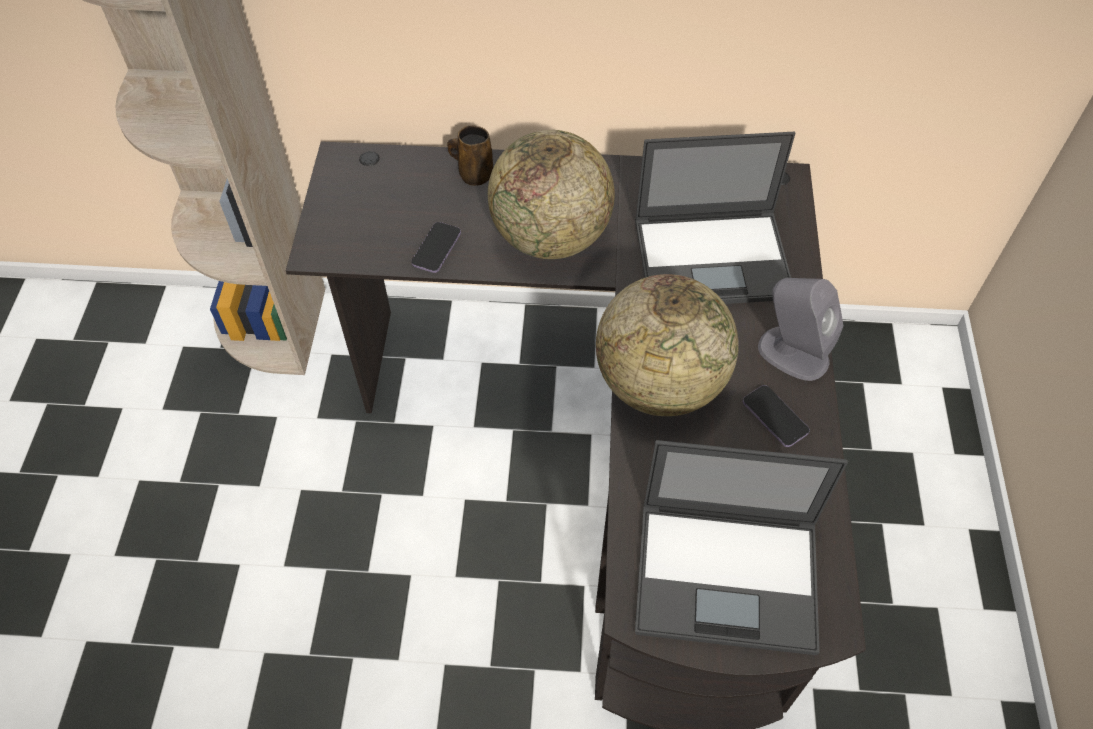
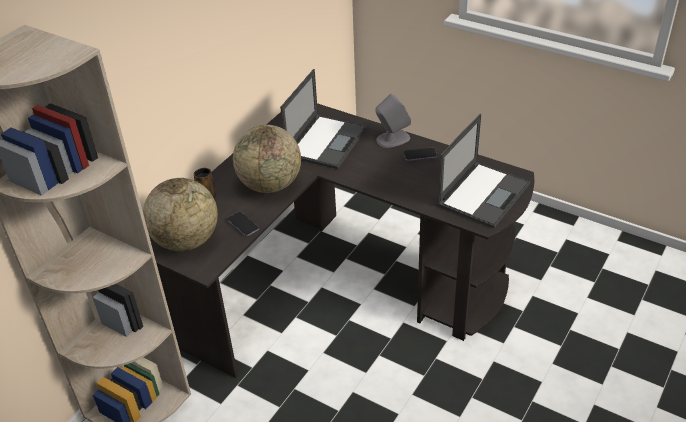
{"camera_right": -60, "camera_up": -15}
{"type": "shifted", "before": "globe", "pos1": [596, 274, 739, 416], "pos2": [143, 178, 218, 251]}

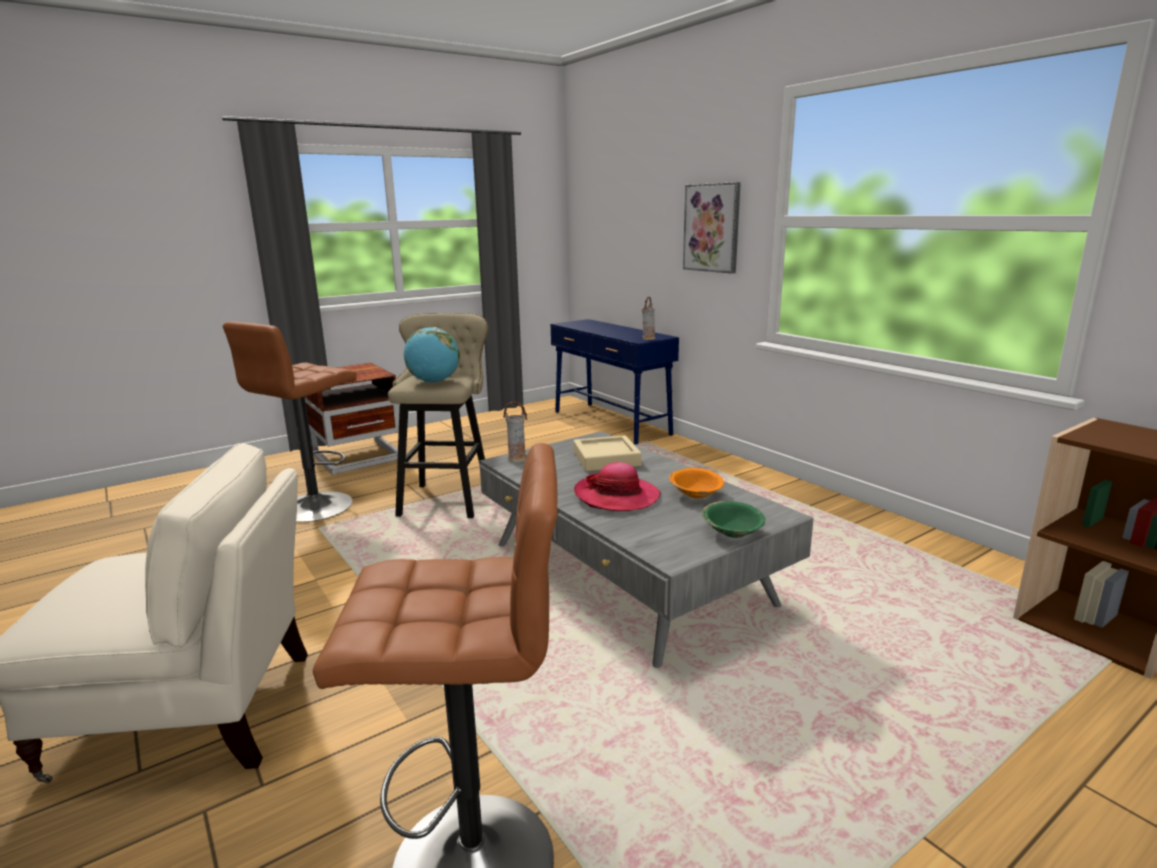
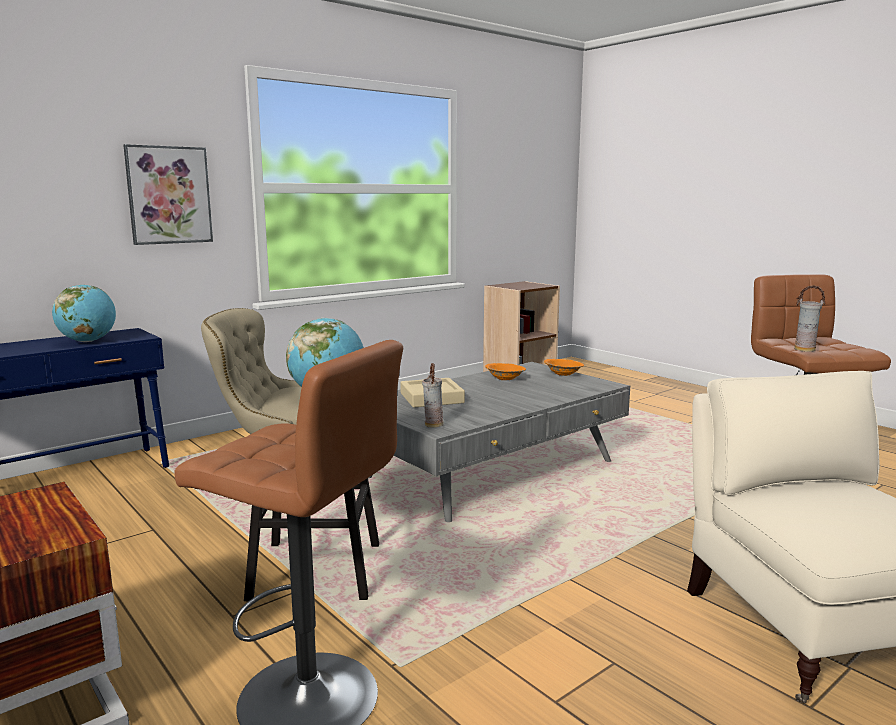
{"camera_right": -95, "camera_up": -5}
{"type": "gone", "before": "hat", "pos1": [574, 462, 661, 511]}
{"type": "new", "after": "globe", "pos2": [52, 284, 116, 342]}
{"type": "shifted", "before": "vase", "pos1": [642, 296, 655, 340], "pos2": [794, 285, 825, 352]}
{"type": "repainted", "before": "green bowl", "after": "orange bowl", "pos1": [702, 501, 765, 538], "pos2": [544, 359, 584, 376]}

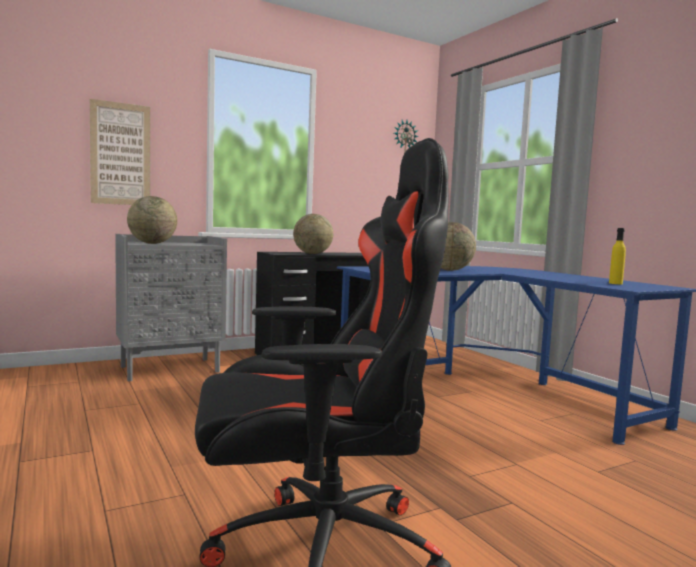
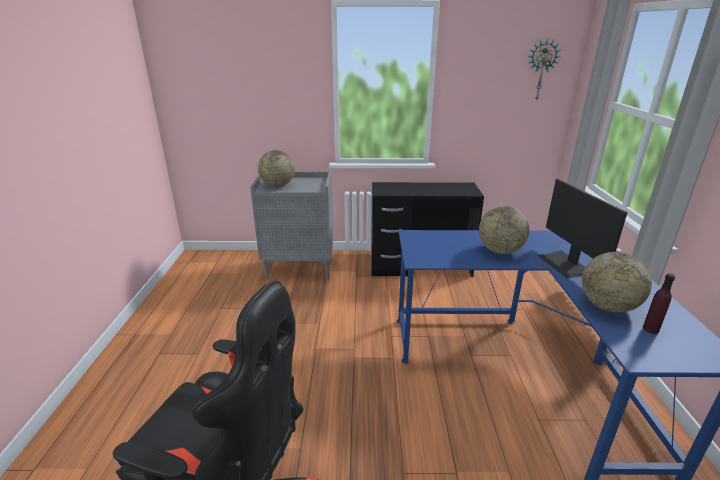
{"camera_right": 30, "camera_up": 20}
{"type": "gone", "before": "picture", "pos1": [90, 99, 150, 205]}
{"type": "new", "after": "monitor", "pos2": [537, 179, 628, 279]}
{"type": "shifted", "before": "globe", "pos1": [293, 214, 333, 254], "pos2": [582, 252, 652, 313]}
{"type": "repainted", "before": "yellow bottle", "after": "purple bottle", "pos1": [609, 228, 626, 284], "pos2": [643, 273, 675, 334]}

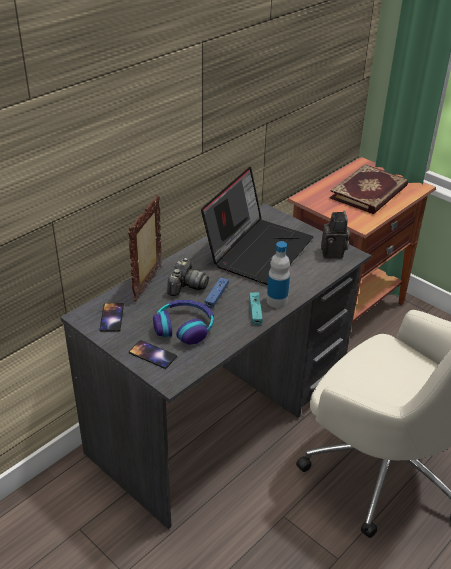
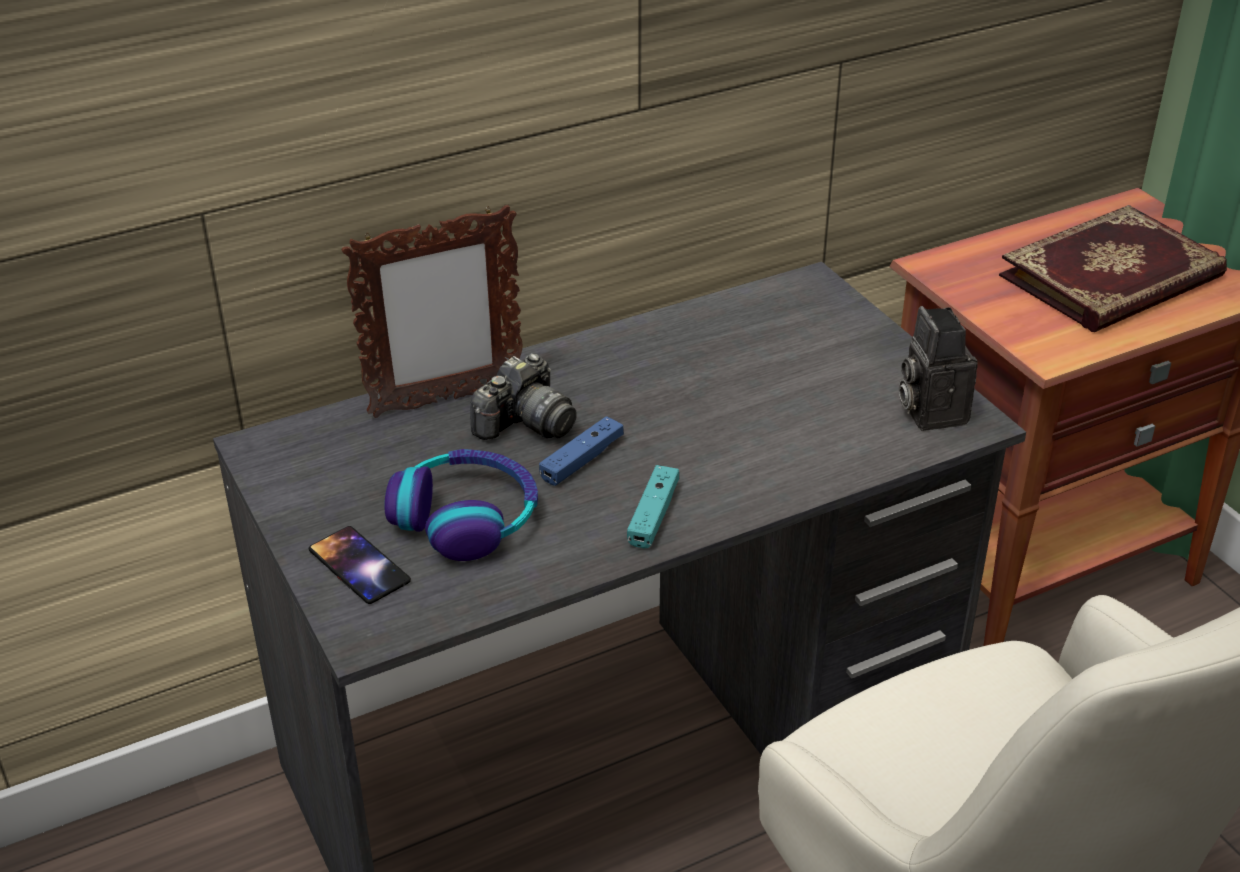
{"camera_right": 20, "camera_up": 0}
{"type": "gone", "before": "phone", "pos1": [100, 303, 124, 331]}
{"type": "gone", "before": "laptop", "pos1": [201, 167, 313, 285]}
{"type": "gone", "before": "bottle", "pos1": [267, 241, 290, 308]}
{"type": "rotated", "before": "picture frame", "pos1": [128, 195, 162, 302], "pos2": [342, 205, 522, 418], "turn": -150}
{"type": "rotated", "before": "photo camera", "pos1": [321, 211, 350, 259], "pos2": [899, 306, 978, 431], "turn": 150}

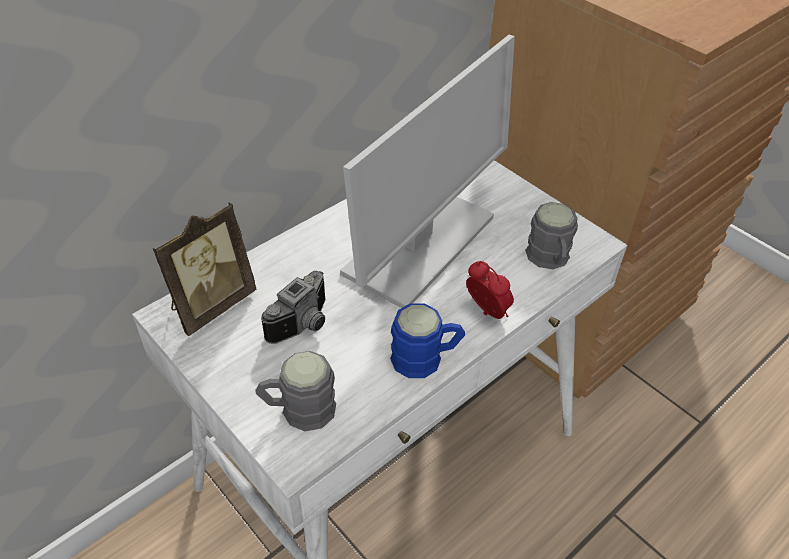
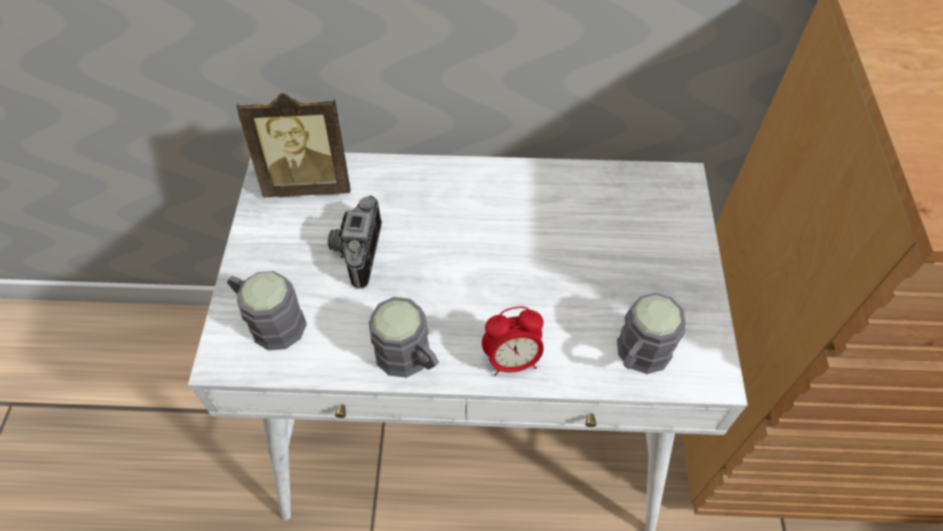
{"camera_right": 45, "camera_up": 10}
{"type": "gone", "before": "monitor", "pos1": [340, 35, 515, 308]}
{"type": "repainted", "before": "blue mug", "after": "grey mug", "pos1": [390, 303, 465, 378], "pos2": [369, 297, 439, 378]}
{"type": "rotated", "before": "photo camera", "pos1": [261, 271, 326, 344], "pos2": [328, 196, 382, 289], "turn": 105}
{"type": "rotated", "before": "alarm clock", "pos1": [466, 261, 514, 319], "pos2": [482, 306, 544, 376], "turn": 75}

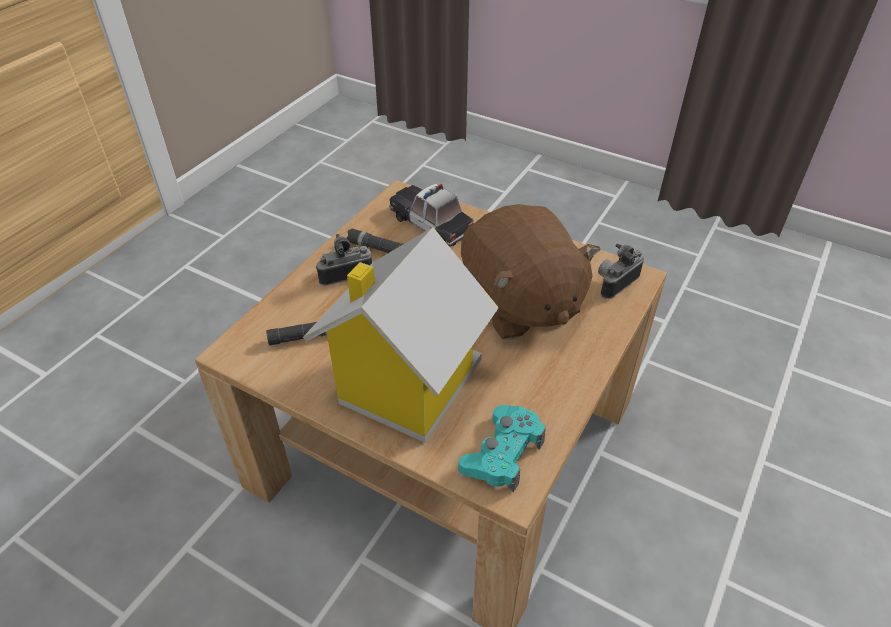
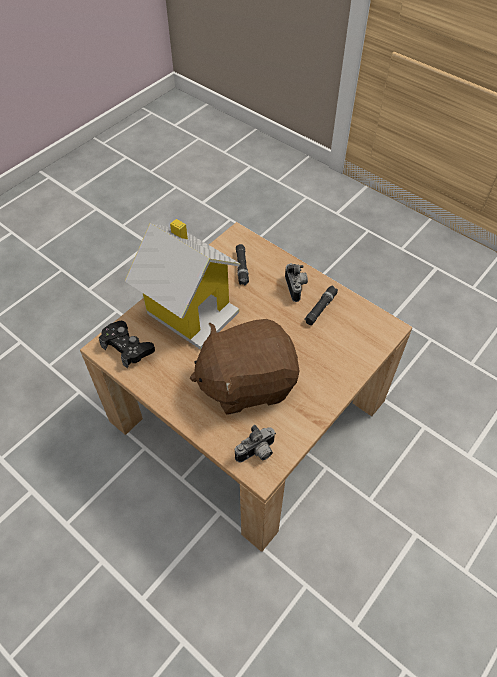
{"camera_right": 100, "camera_up": 10}
{"type": "gone", "before": "toy car", "pos1": [389, 184, 474, 247]}
{"type": "repainted", "before": "turquoise game controller", "after": "black game controller", "pos1": [458, 405, 546, 493], "pos2": [99, 320, 155, 368]}
{"type": "rotated", "before": "photo camera", "pos1": [598, 243, 644, 299], "pos2": [235, 425, 276, 463], "turn": 90}

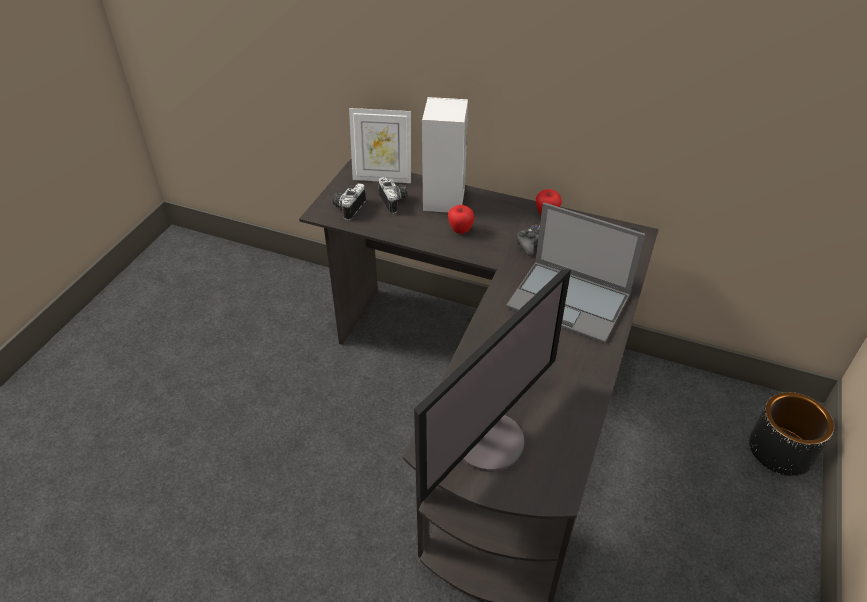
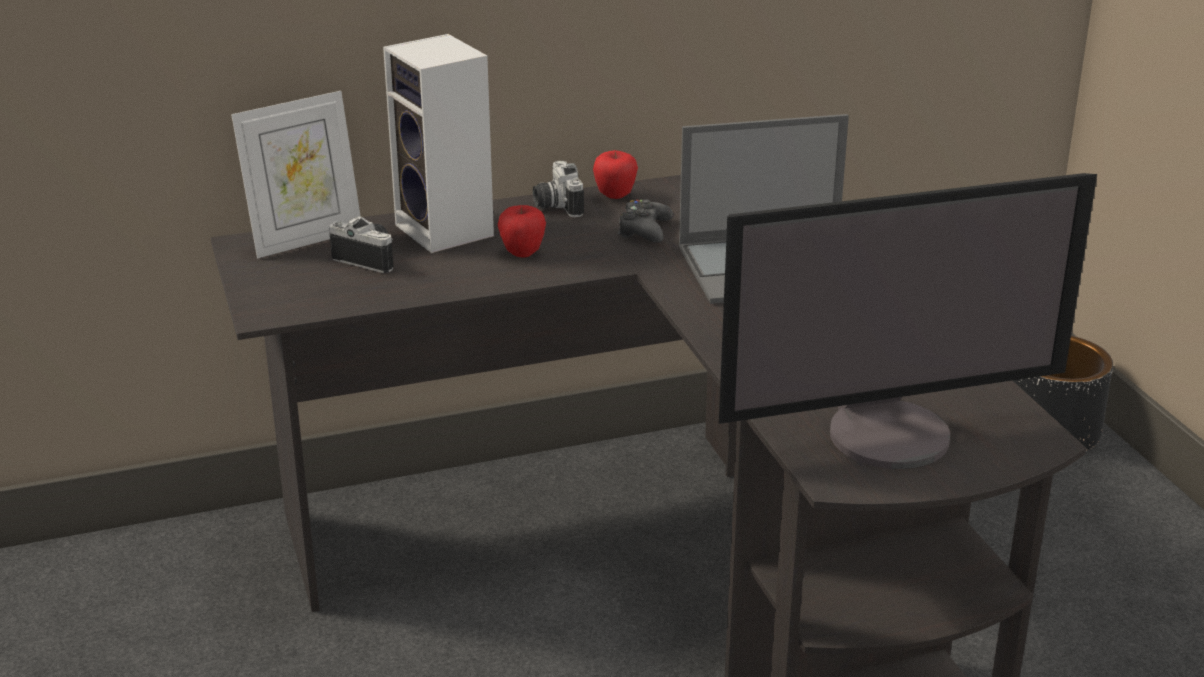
{"camera_right": -40, "camera_up": -15}
{"type": "shifted", "before": "photo camera", "pos1": [333, 183, 366, 220], "pos2": [533, 161, 584, 217]}
{"type": "rotated", "before": "monitor", "pos1": [414, 269, 571, 504], "pos2": [719, 173, 1097, 469], "turn": 75}

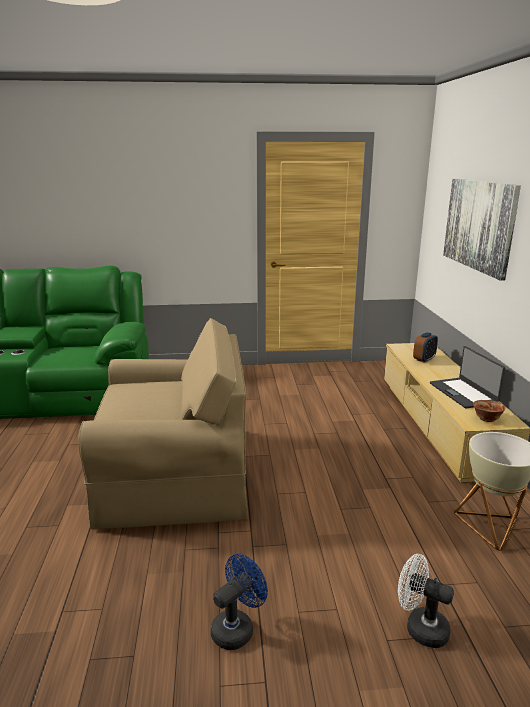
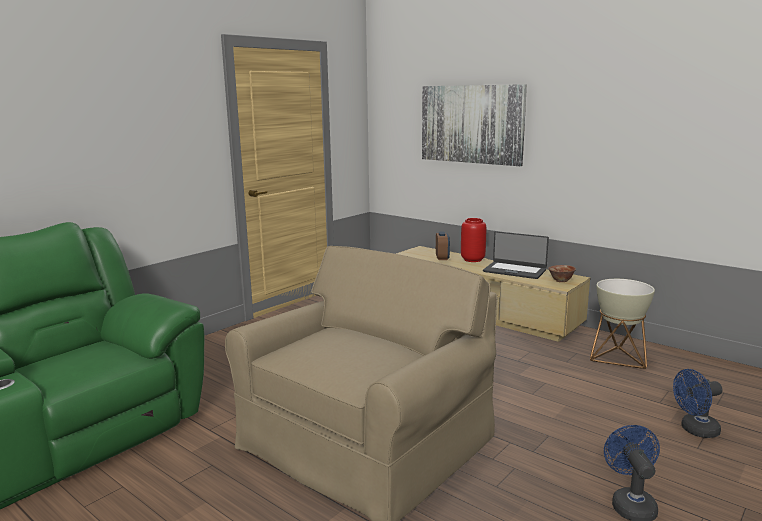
{"camera_right": -45, "camera_up": -5}
{"type": "new", "after": "red vase", "pos2": [461, 218, 486, 262]}
{"type": "repainted", "before": "white fan", "after": "blue fan", "pos1": [398, 554, 454, 648], "pos2": [673, 369, 723, 438]}

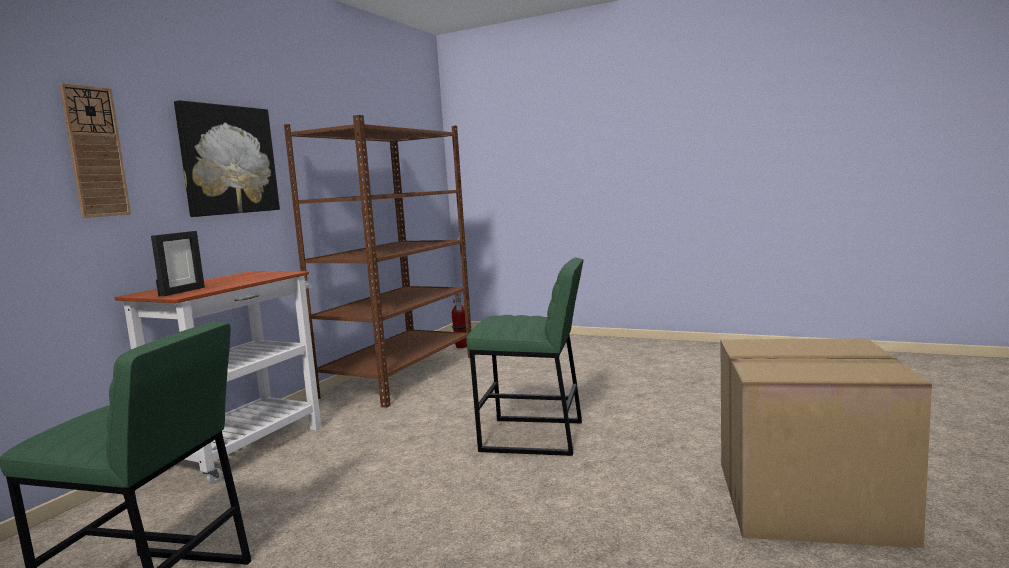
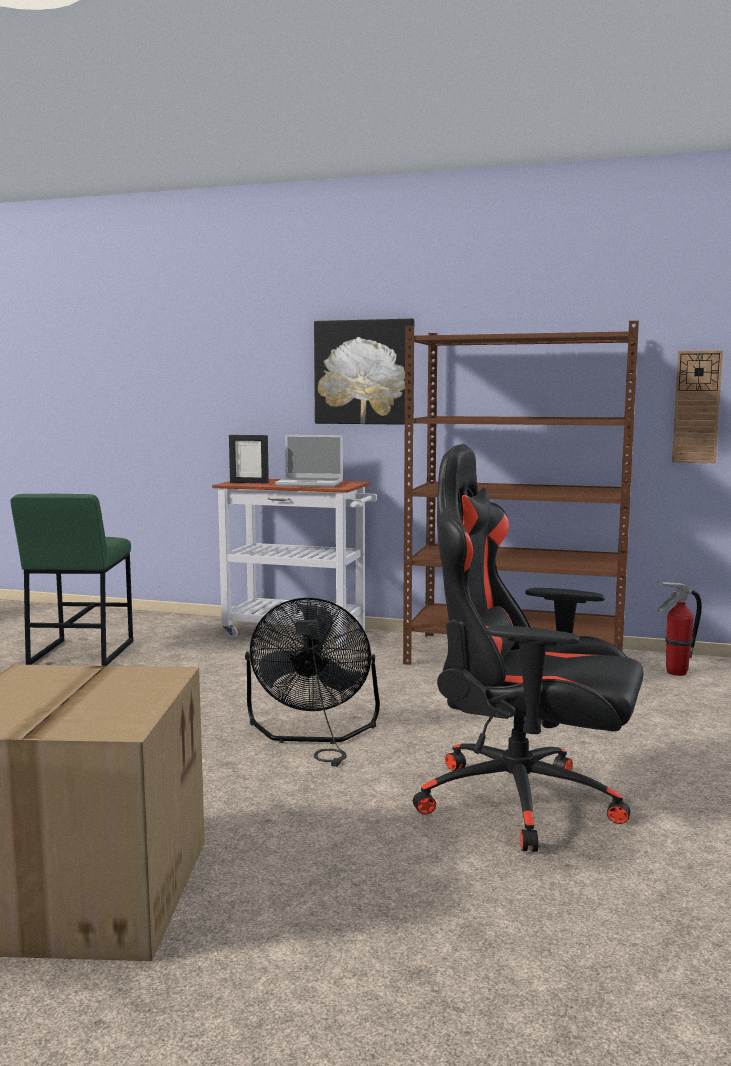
{"camera_right": 80, "camera_up": 0}
{"type": "new", "after": "laptop", "pos2": [275, 435, 343, 487]}
{"type": "new", "after": "black office chair", "pos2": [413, 444, 643, 852]}
{"type": "shifted", "before": "wall clock", "pos1": [59, 83, 131, 218], "pos2": [672, 350, 723, 463]}
{"type": "swapped", "before": "green chair", "after": "black fan", "pos1": [466, 257, 584, 456], "pos2": [245, 598, 380, 767]}

